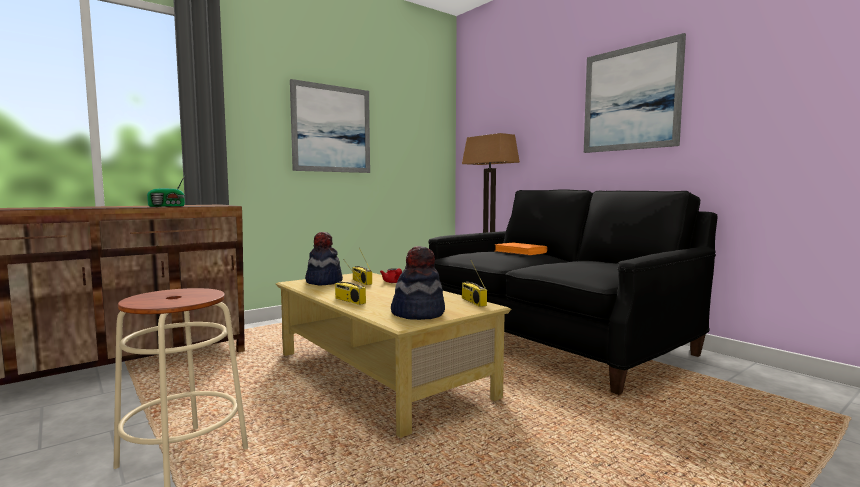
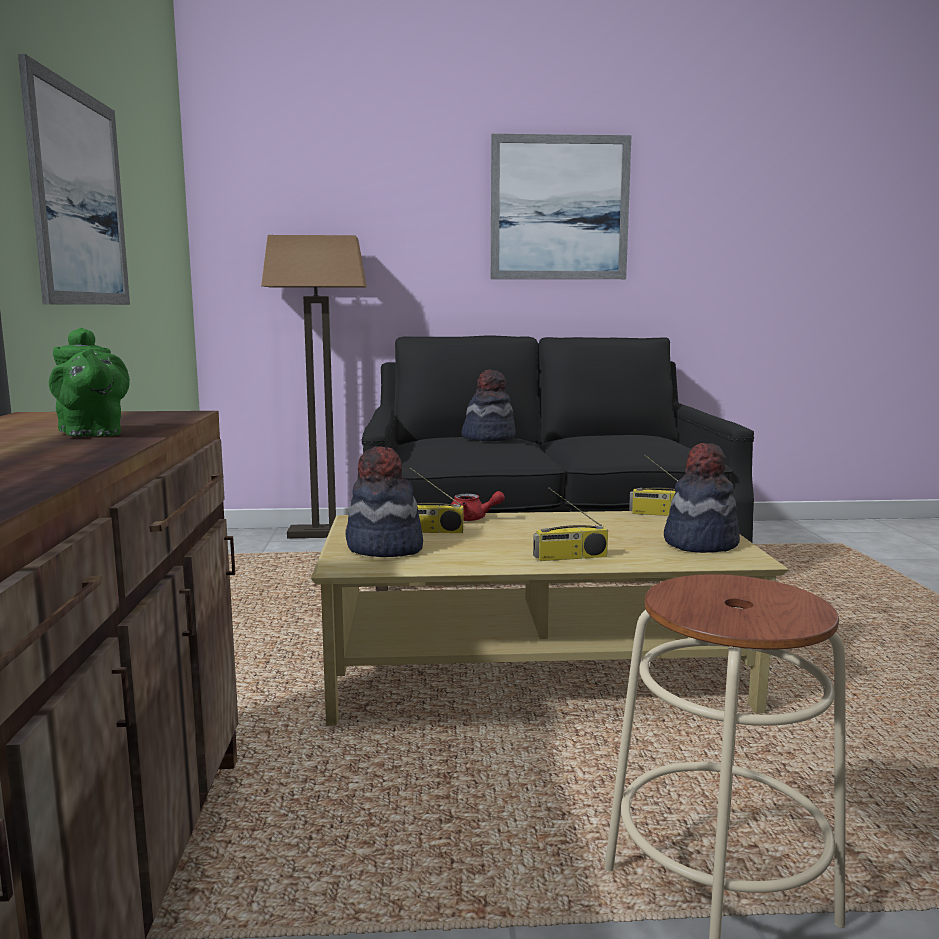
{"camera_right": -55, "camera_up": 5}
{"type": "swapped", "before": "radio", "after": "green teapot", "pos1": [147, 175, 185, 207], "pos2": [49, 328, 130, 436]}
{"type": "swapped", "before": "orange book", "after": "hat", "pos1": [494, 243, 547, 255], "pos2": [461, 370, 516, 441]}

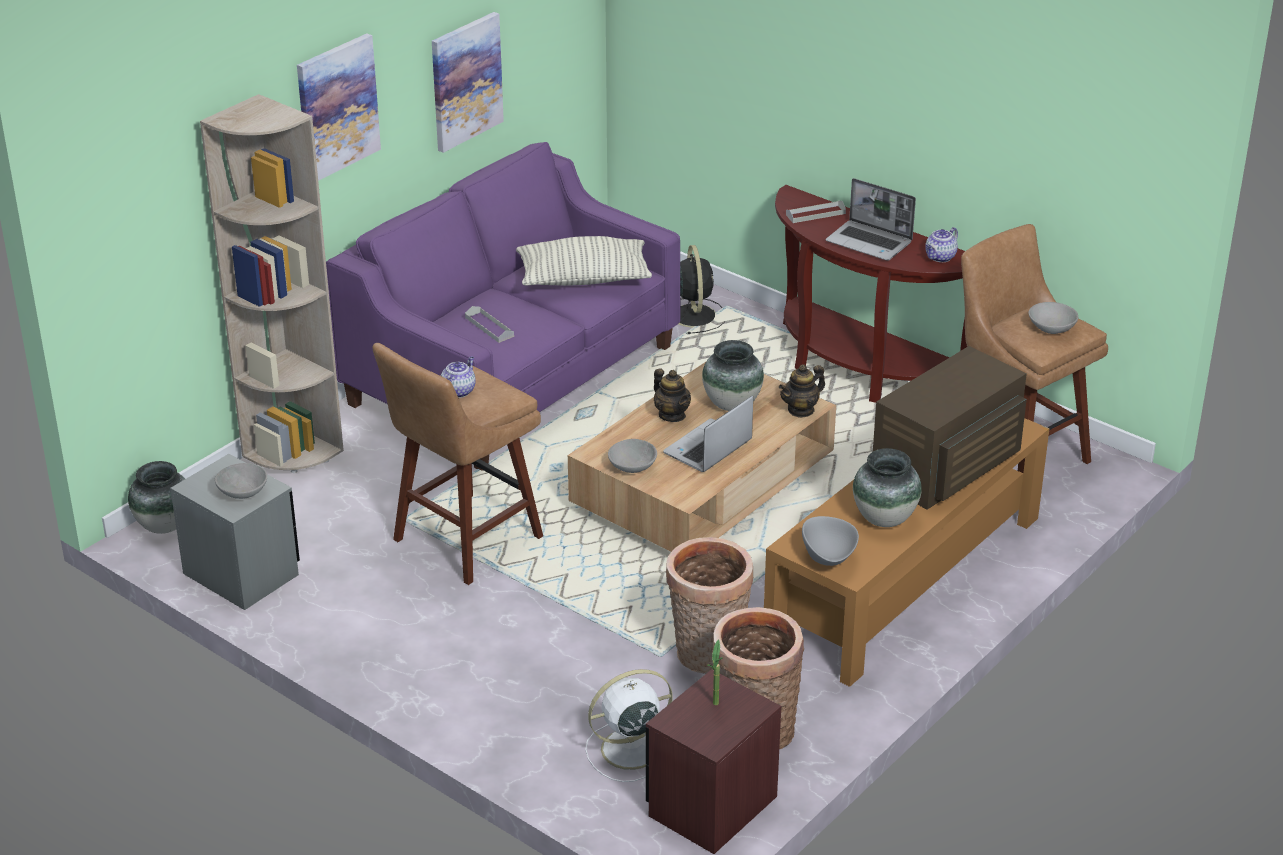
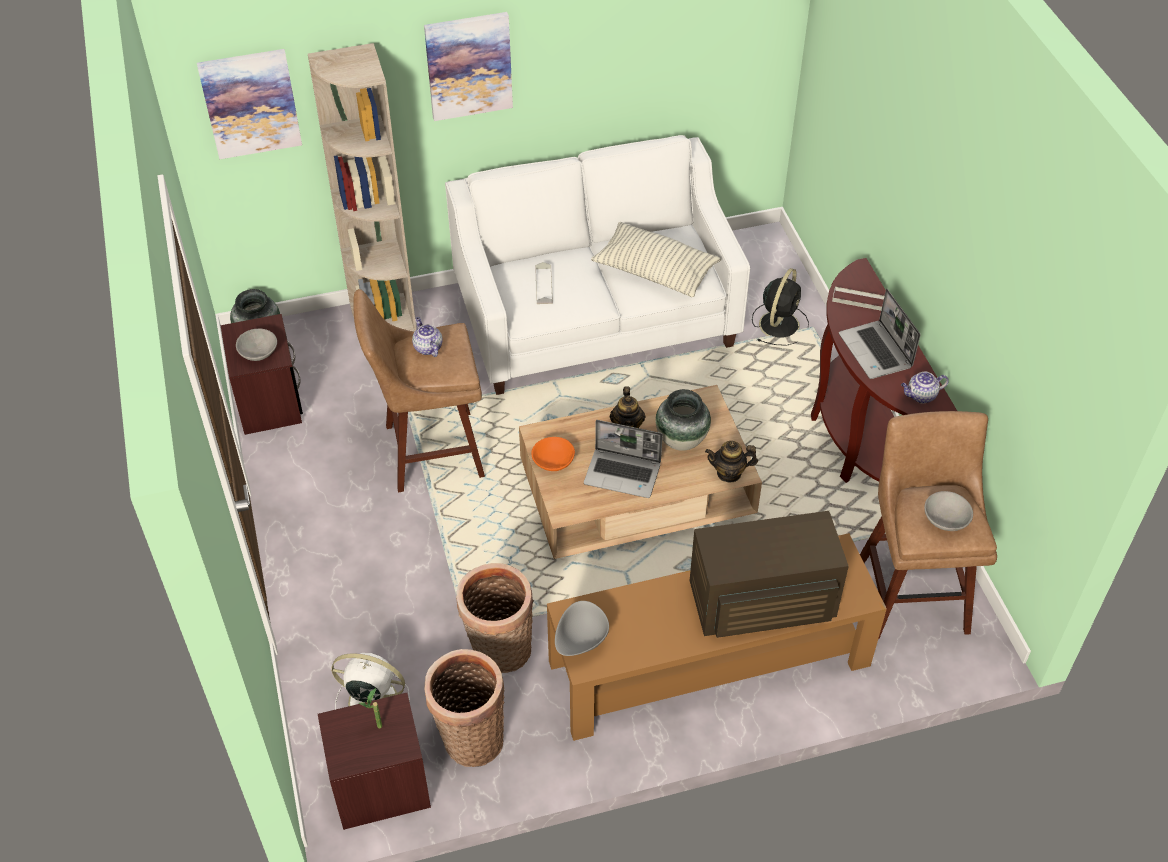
{"camera_right": 35, "camera_up": 15}
{"type": "gone", "before": "vase", "pos1": [853, 448, 922, 527]}
{"type": "shifted", "before": "picture", "pos1": [432, 12, 504, 153], "pos2": [197, 49, 302, 159]}
{"type": "repainted", "before": "grey nightstand", "after": "brown nightstand", "pos1": [170, 454, 300, 610], "pos2": [220, 314, 303, 435]}
{"type": "repainted", "before": "purple sofa", "after": "white sofa", "pos1": [326, 142, 680, 470], "pos2": [445, 135, 750, 395]}
{"type": "repainted", "before": "grey bowl", "after": "orange bowl", "pos1": [608, 439, 657, 473], "pos2": [531, 437, 575, 471]}
{"type": "rotated", "before": "teapot", "pos1": [441, 356, 476, 398], "pos2": [412, 317, 443, 357], "turn": -90}
{"type": "rotated", "before": "laptop", "pos1": [663, 396, 753, 472], "pos2": [584, 420, 663, 498], "turn": -150}

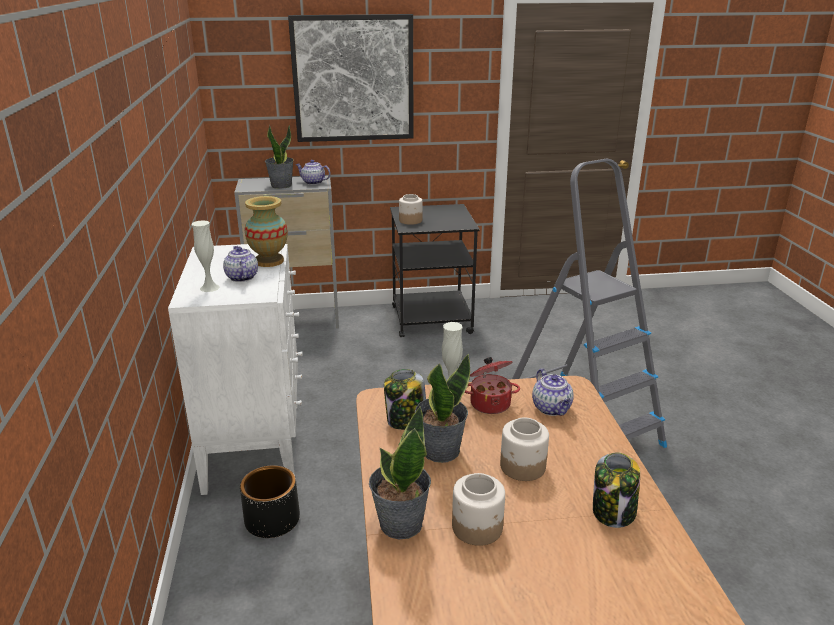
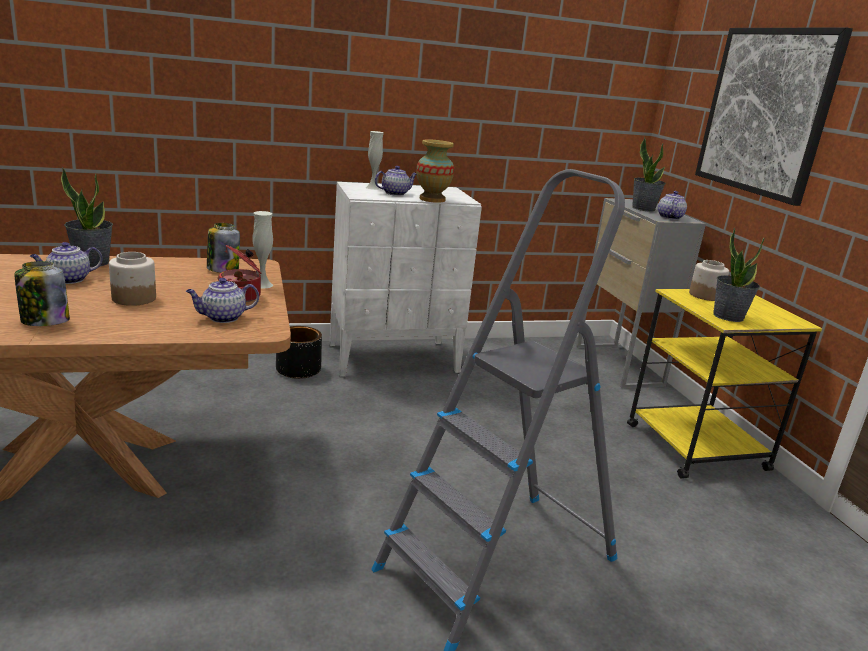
{"camera_right": 80, "camera_up": -5}
{"type": "shifted", "before": "potted plant", "pos1": [415, 354, 470, 463], "pos2": [713, 227, 764, 322]}
{"type": "swapped", "before": "jar", "after": "teapot", "pos1": [452, 473, 505, 546], "pos2": [30, 242, 103, 284]}
{"type": "repainted", "before": "black cart", "after": "yellow cart", "pos1": [390, 204, 480, 337], "pos2": [627, 289, 822, 478]}

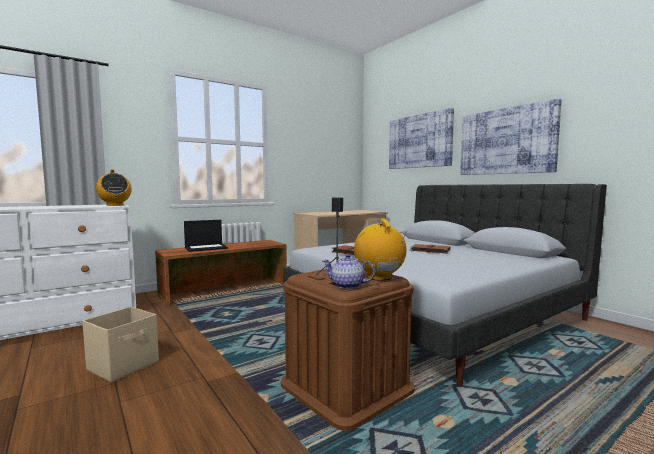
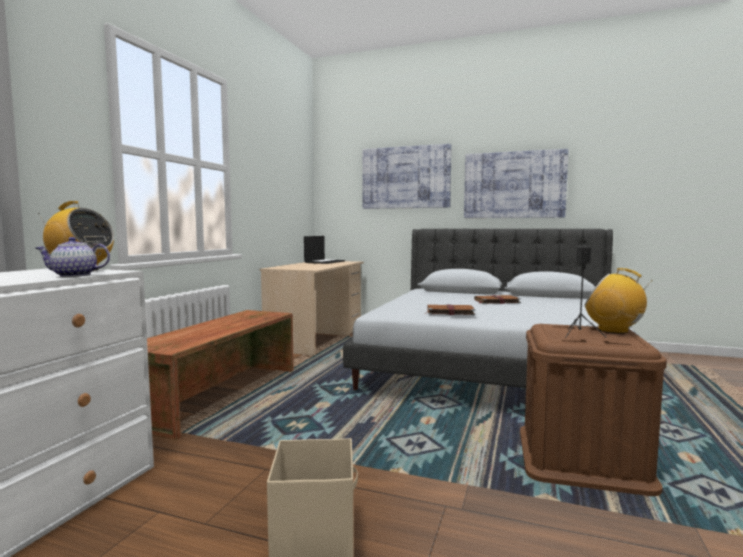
{"camera_right": -35, "camera_up": 0}
{"type": "shifted", "before": "laptop", "pos1": [184, 220, 228, 252], "pos2": [304, 236, 345, 264]}
{"type": "shifted", "before": "teapot", "pos1": [323, 254, 375, 289], "pos2": [36, 237, 110, 277]}

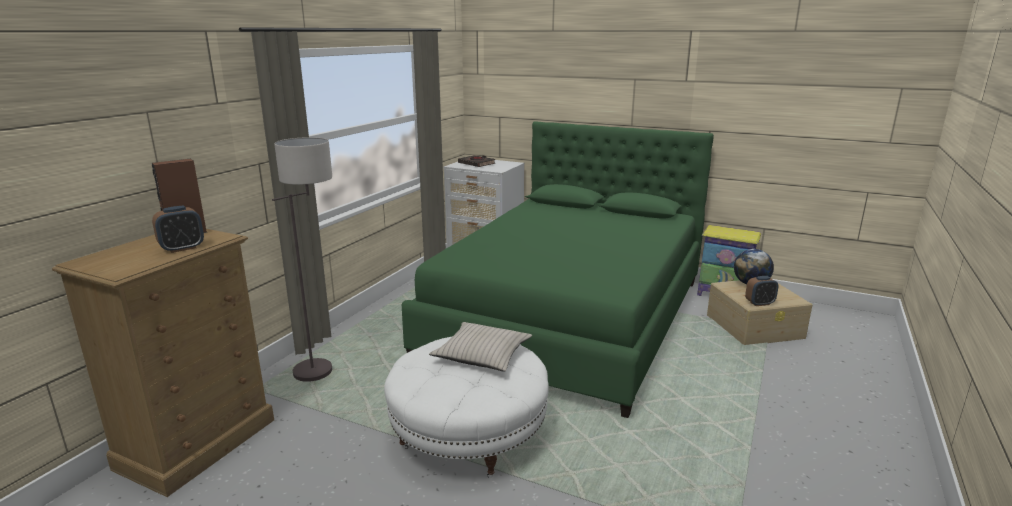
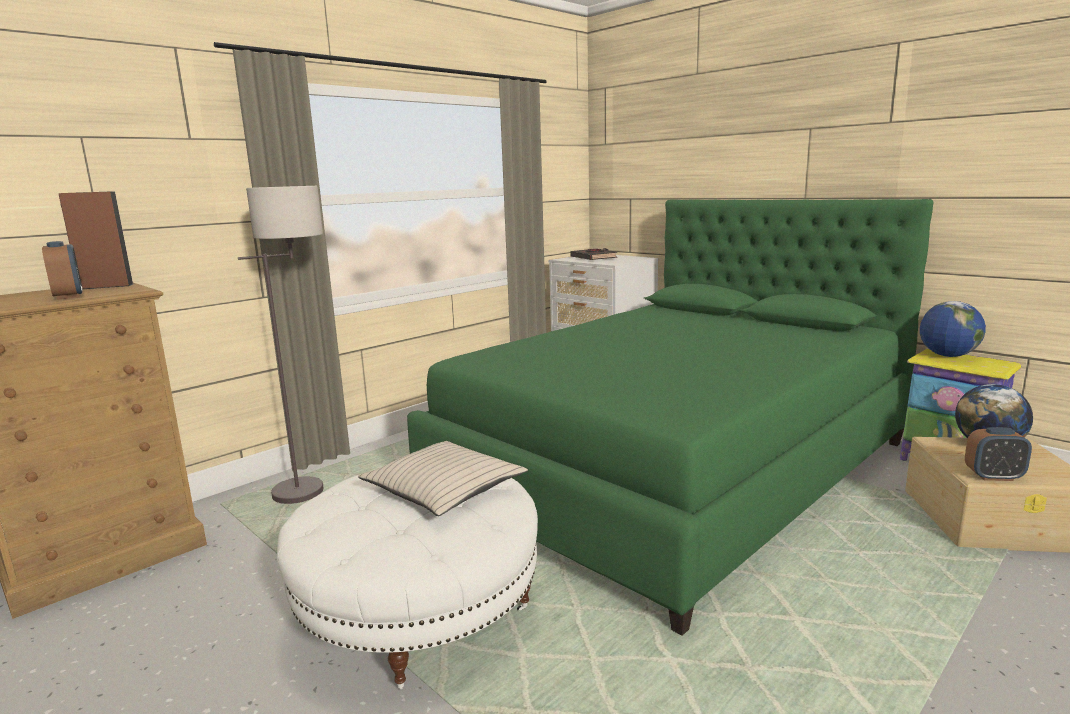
{"camera_right": 20, "camera_up": -5}
{"type": "new", "after": "globe", "pos2": [920, 301, 986, 357]}
{"type": "rotated", "before": "alarm clock", "pos1": [152, 205, 204, 253], "pos2": [42, 241, 82, 300], "turn": -105}

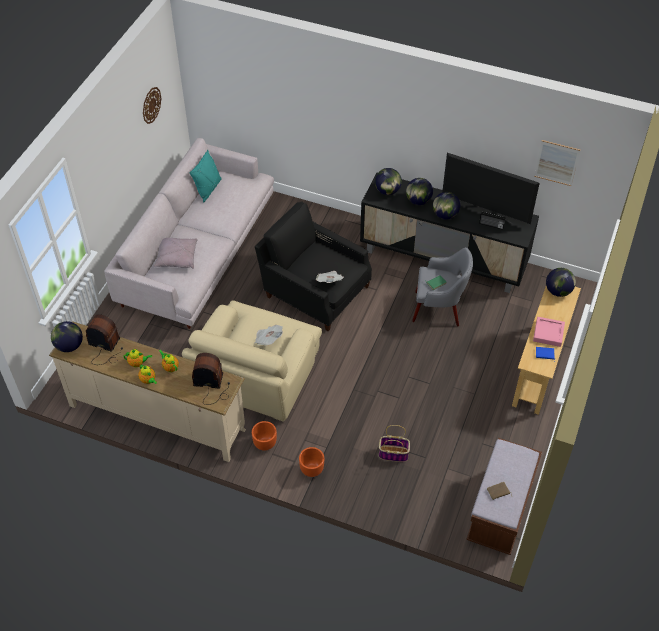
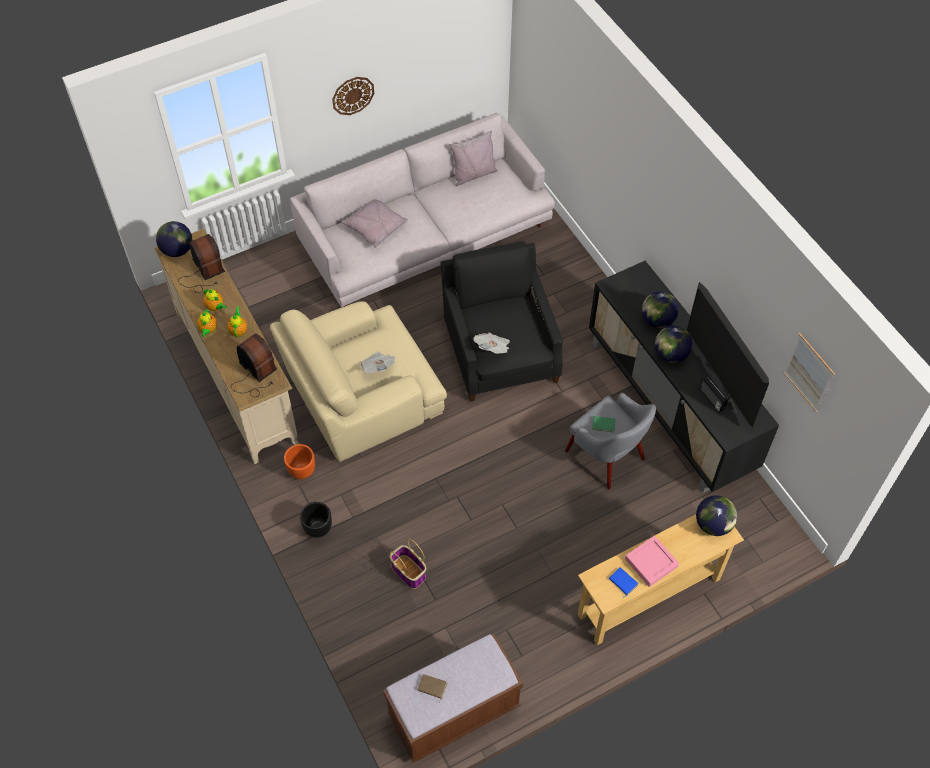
{"camera_right": 40, "camera_up": 5}
{"type": "gone", "before": "globe", "pos1": [375, 168, 402, 195]}
{"type": "shifted", "before": "wall clock", "pos1": [143, 87, 161, 124], "pos2": [332, 77, 374, 115]}
{"type": "repainted", "before": "turquoise pillow", "after": "purple pillow", "pos1": [189, 150, 222, 203], "pos2": [450, 131, 498, 186]}
{"type": "repainted", "before": "orange planter", "after": "black planter", "pos1": [299, 447, 324, 477], "pos2": [300, 502, 332, 538]}

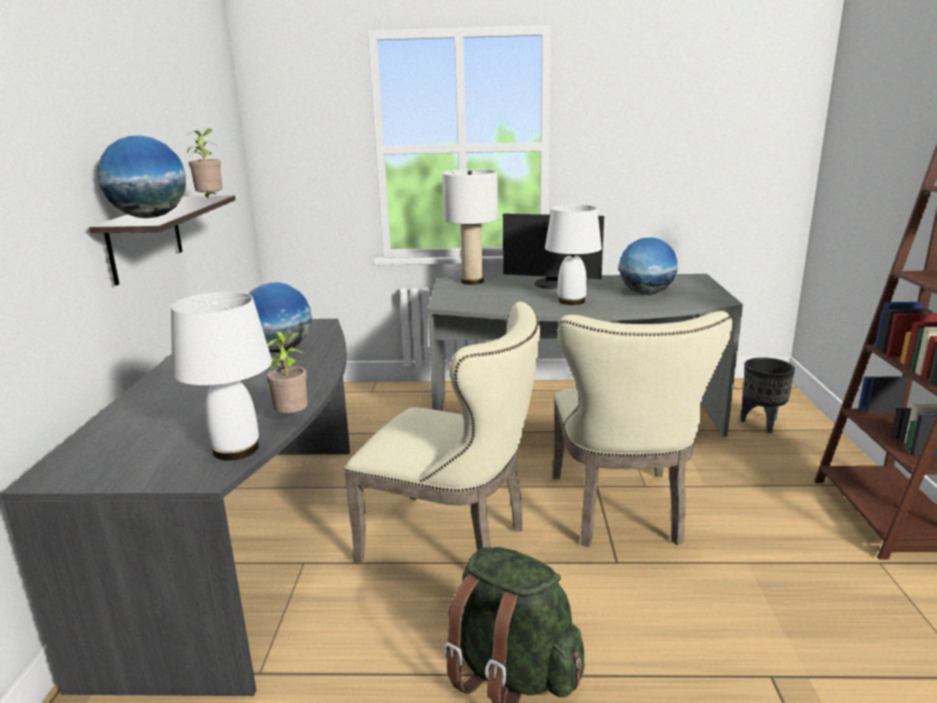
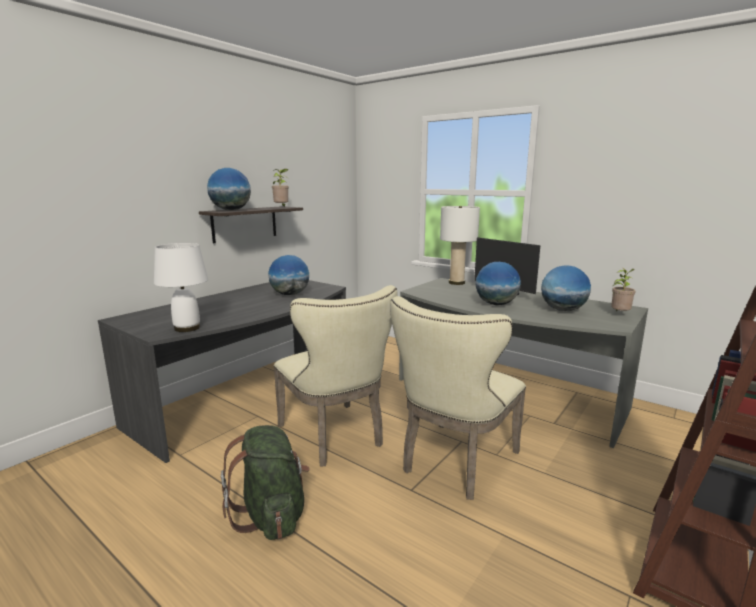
{"camera_right": 35, "camera_up": -5}
{"type": "gone", "before": "black planter", "pos1": [741, 357, 795, 433]}
{"type": "shifted", "before": "potted plant", "pos1": [266, 331, 308, 414], "pos2": [611, 268, 636, 311]}
{"type": "swapped", "before": "white table lamp", "after": "globe", "pos1": [545, 205, 602, 305], "pos2": [476, 262, 521, 305]}

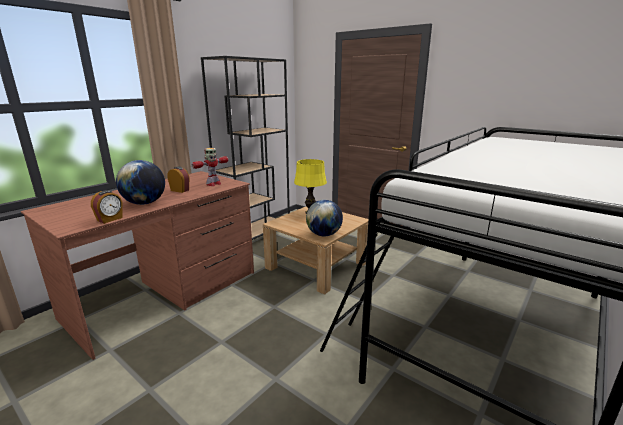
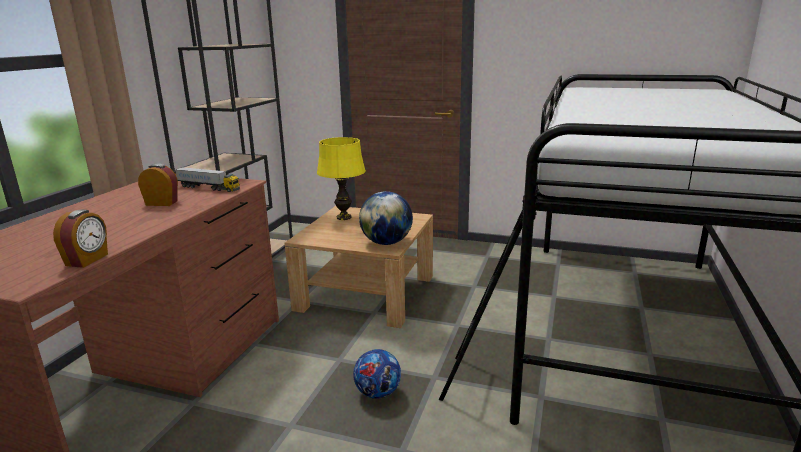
{"camera_right": -20, "camera_up": 0}
{"type": "gone", "before": "globe", "pos1": [116, 160, 165, 205]}
{"type": "new", "after": "football", "pos2": [353, 349, 401, 399]}
{"type": "swapped", "before": "toy robot", "after": "toy truck", "pos1": [192, 148, 228, 186], "pos2": [175, 167, 240, 192]}

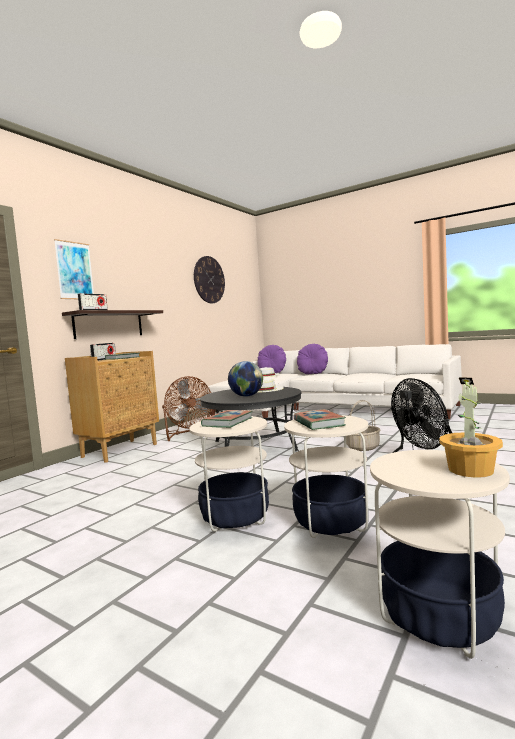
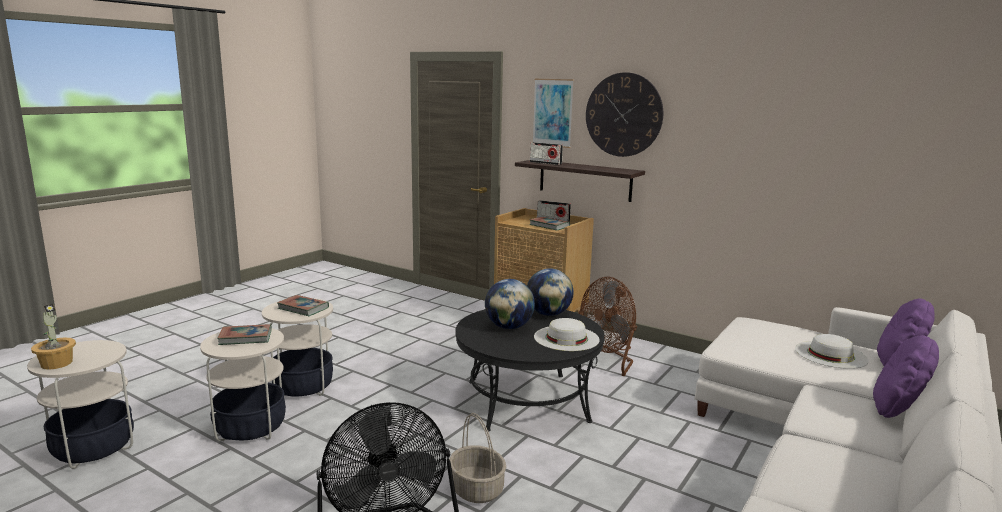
{"camera_right": 90, "camera_up": 10}
{"type": "new", "after": "globe", "pos2": [527, 268, 574, 316]}
{"type": "shifted", "before": "wall clock", "pos1": [194, 256, 225, 303], "pos2": [586, 72, 663, 157]}

